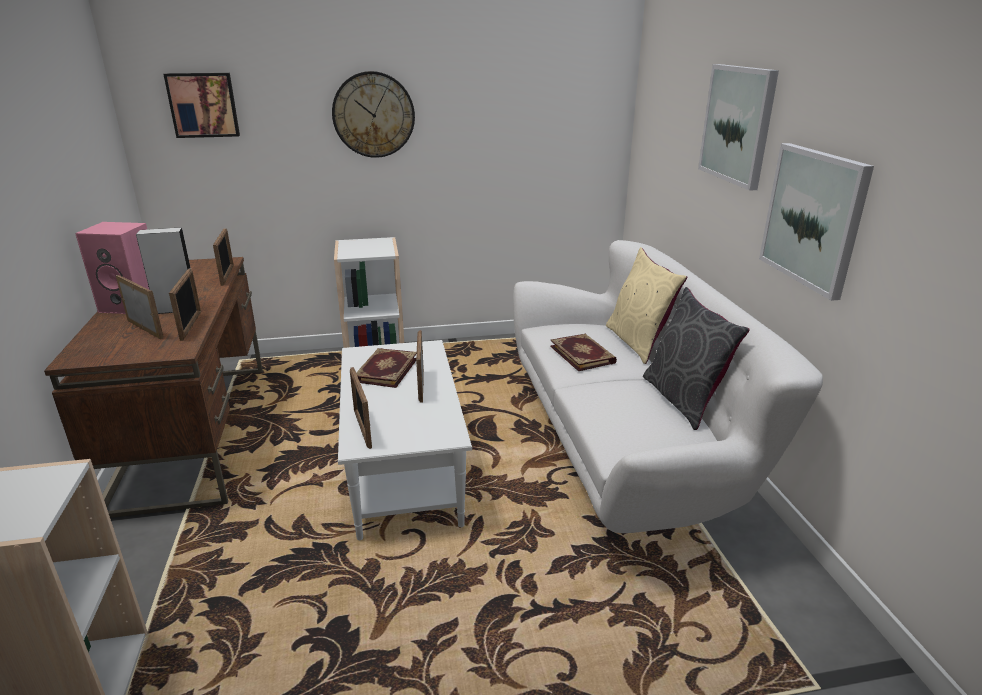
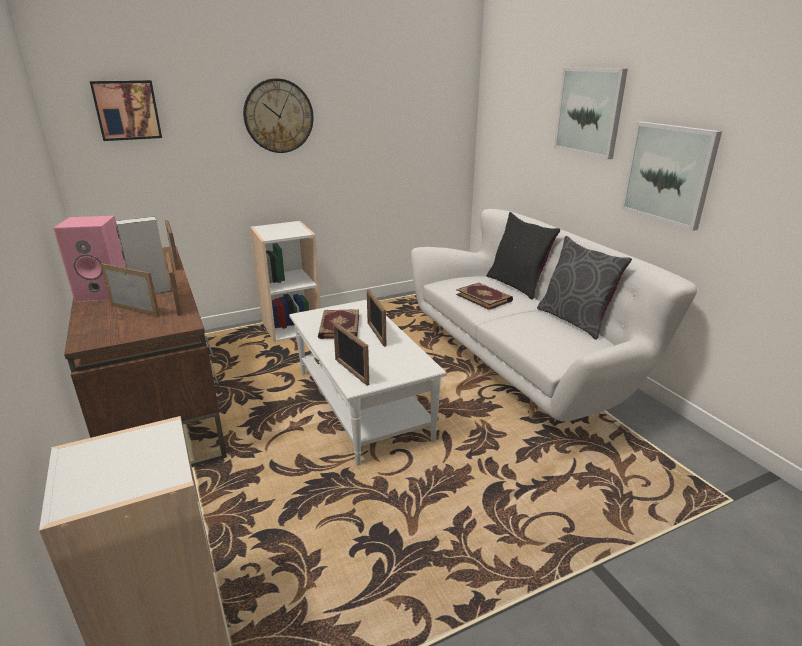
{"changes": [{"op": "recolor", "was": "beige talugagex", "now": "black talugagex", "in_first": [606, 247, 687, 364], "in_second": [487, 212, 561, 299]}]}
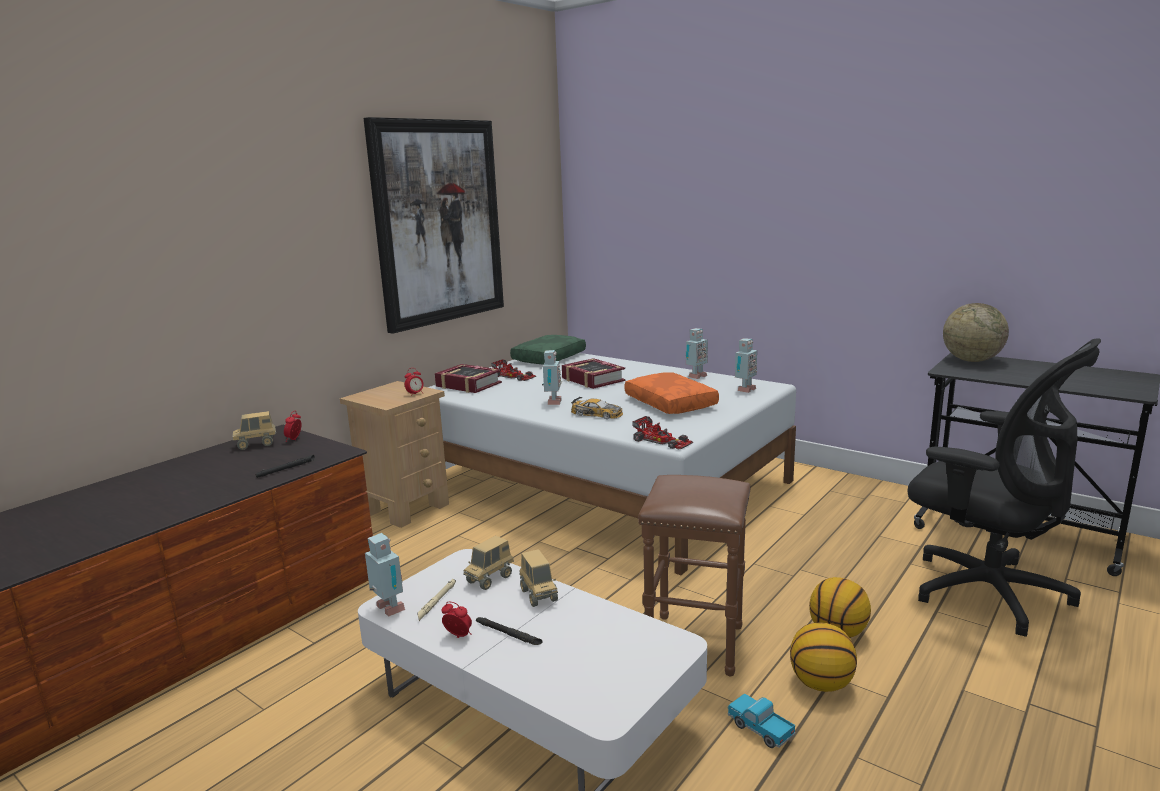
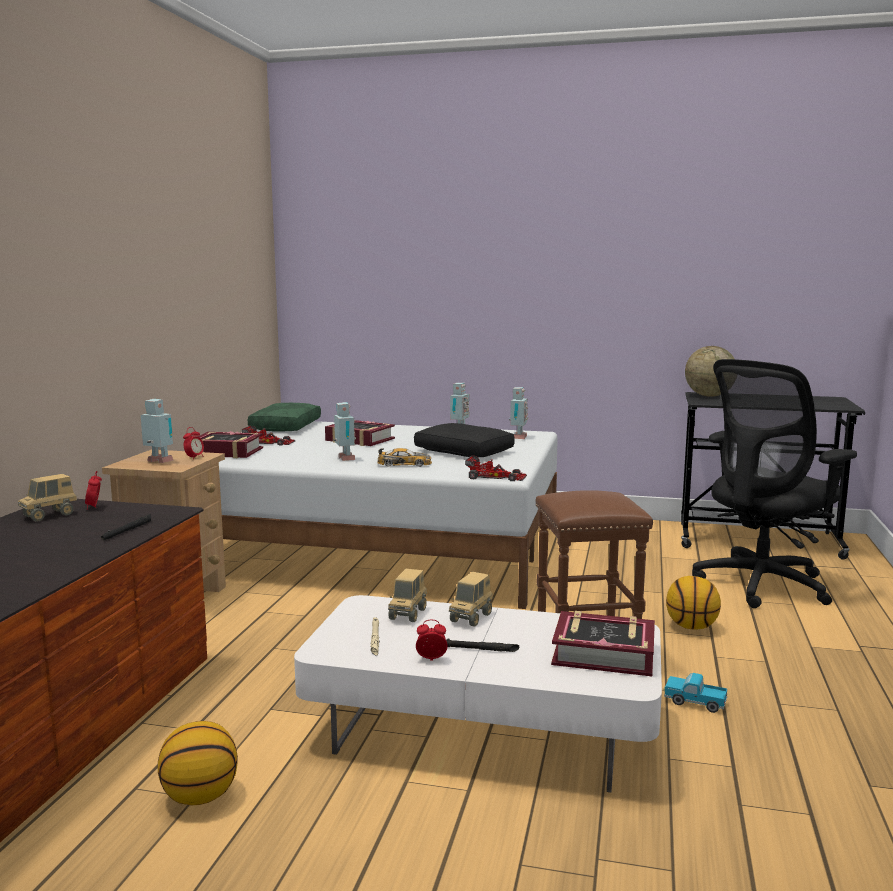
{"changes": [{"op": "move", "was": "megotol", "in_first": [365, 533, 405, 616], "in_second": [141, 399, 173, 463]}, {"op": "move", "was": "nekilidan", "in_first": [790, 623, 857, 692], "in_second": [158, 721, 238, 805]}, {"op": "recolor", "was": "orange talugagex", "now": "black talugagex", "in_first": [624, 373, 719, 414], "in_second": [414, 423, 515, 457]}, {"op": "rotate", "was": "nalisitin", "in_first": [519, 549, 558, 607], "in_second": [449, 572, 493, 627], "clockwise": 75}, {"op": "insert", "now": "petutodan", "in_second": [551, 611, 655, 676]}, {"op": "rotate", "was": "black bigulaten", "in_first": [908, 338, 1101, 637], "in_second": [692, 359, 857, 608], "clockwise": 120}, {"op": "delete", "was": "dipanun", "in_first": [364, 117, 504, 334]}]}
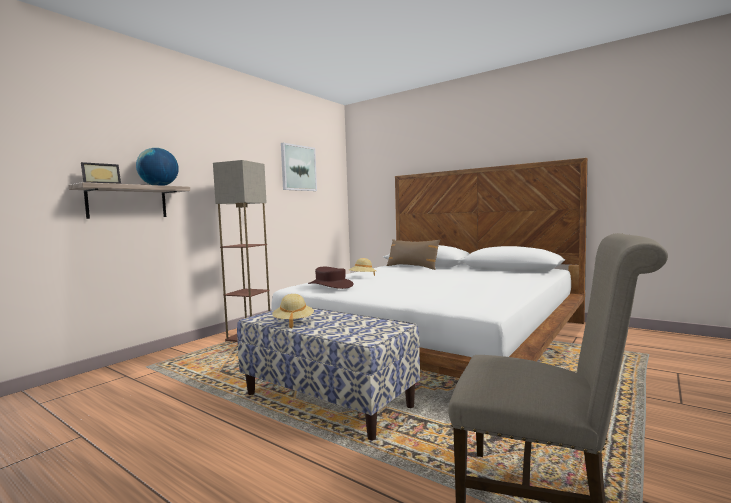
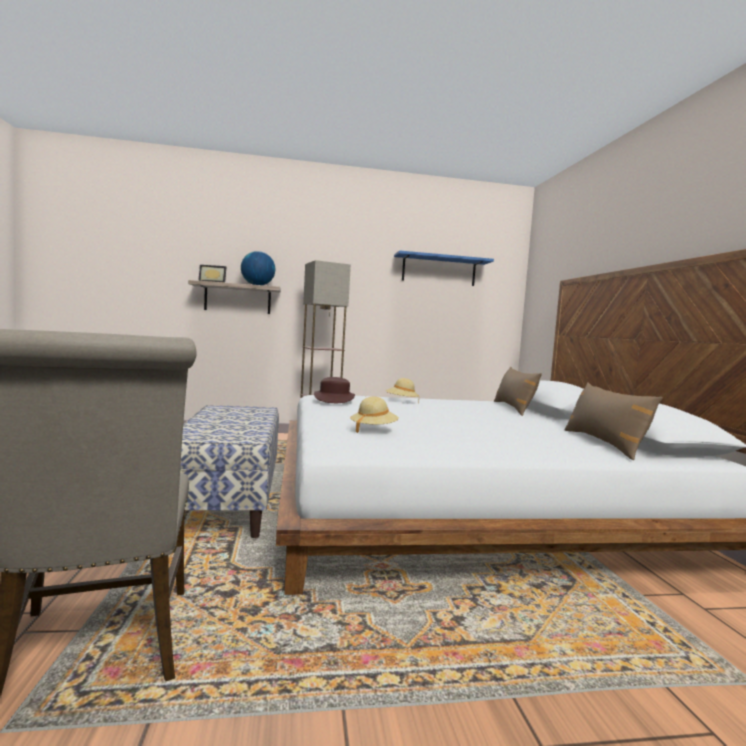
{"changes": [{"op": "move", "was": "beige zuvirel", "in_first": [272, 294, 314, 328], "in_second": [350, 397, 399, 433]}, {"op": "replace", "was": "dipanun", "now": "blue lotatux", "in_first": [281, 143, 317, 191], "in_second": [394, 250, 494, 286]}, {"op": "insert", "now": "brown talugagex", "in_second": [564, 382, 663, 460]}]}
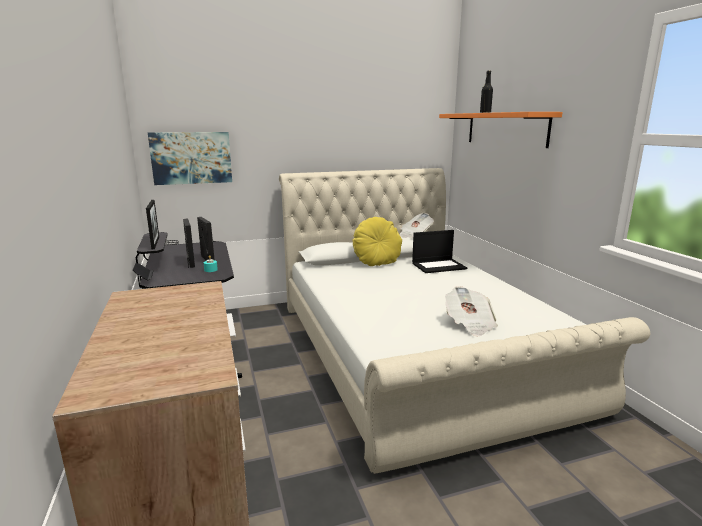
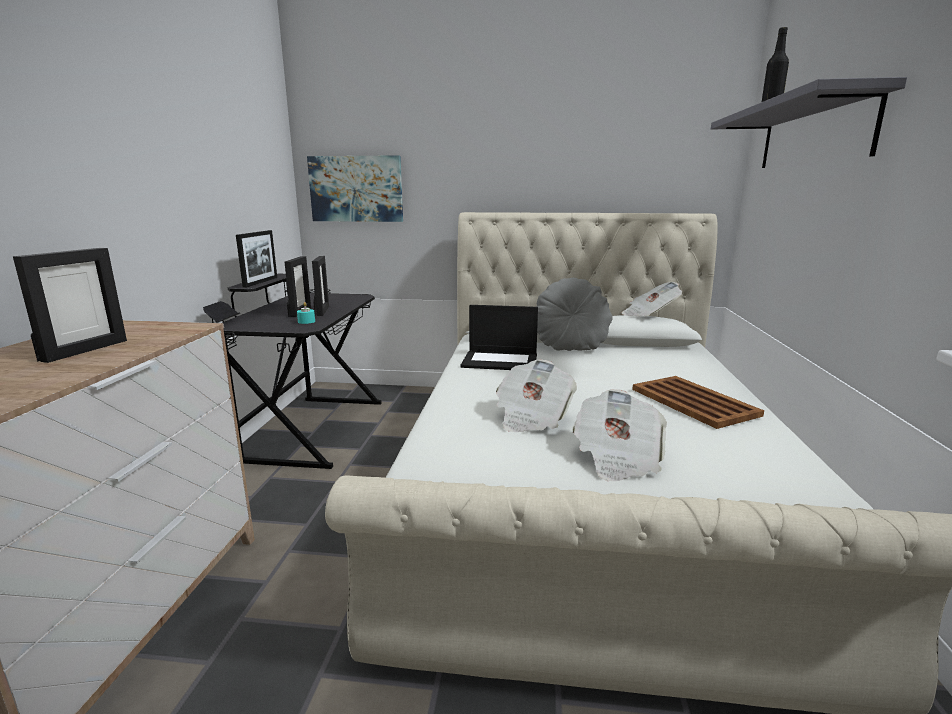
{"changes": [{"op": "insert", "now": "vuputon", "in_second": [13, 248, 127, 363]}, {"op": "move", "was": "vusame", "in_first": [412, 230, 467, 273], "in_second": [461, 305, 538, 370]}, {"op": "insert", "now": "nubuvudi", "in_second": [496, 359, 577, 432]}, {"op": "recolor", "was": "yellow talugagex", "now": "grey talugagex", "in_first": [353, 217, 402, 266], "in_second": [536, 278, 613, 351]}, {"op": "insert", "now": "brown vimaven", "in_second": [632, 376, 764, 429]}, {"op": "recolor", "was": "orange lotatux", "now": "grey lotatux", "in_first": [439, 112, 563, 148], "in_second": [711, 77, 907, 168]}]}
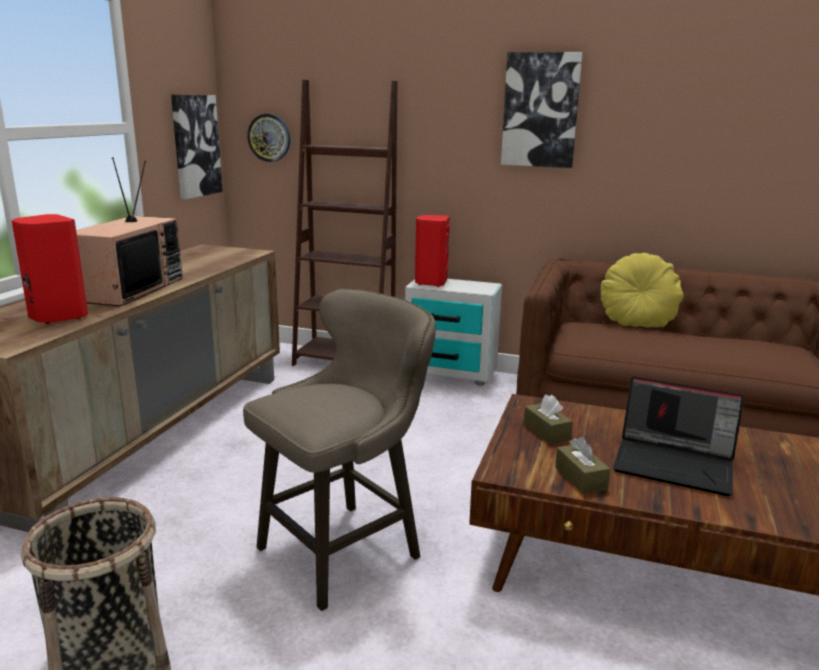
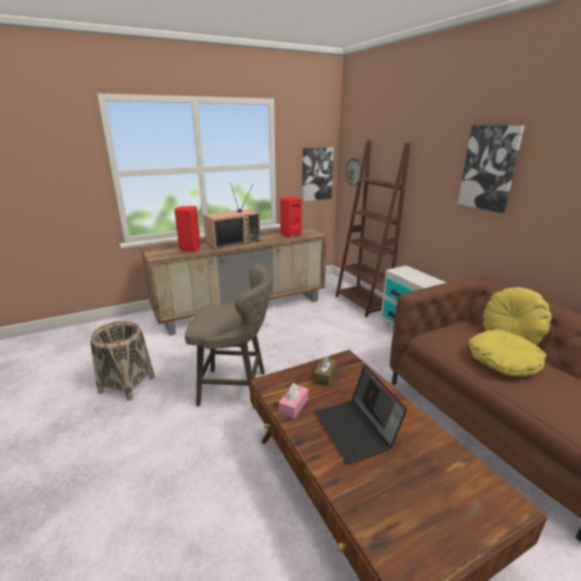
{"changes": [{"op": "recolor", "was": "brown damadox", "now": "pink damadox", "in_first": [555, 437, 610, 494], "in_second": [279, 383, 308, 419]}, {"op": "move", "was": "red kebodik", "in_first": [415, 215, 450, 287], "in_second": [280, 197, 302, 237]}, {"op": "insert", "now": "yellow talugagex", "in_second": [469, 329, 547, 377]}]}
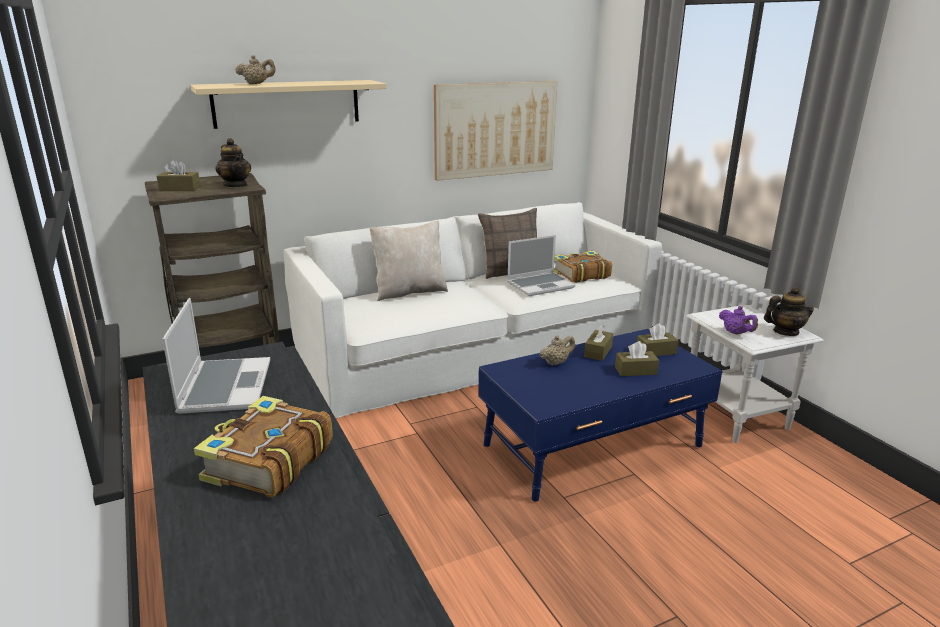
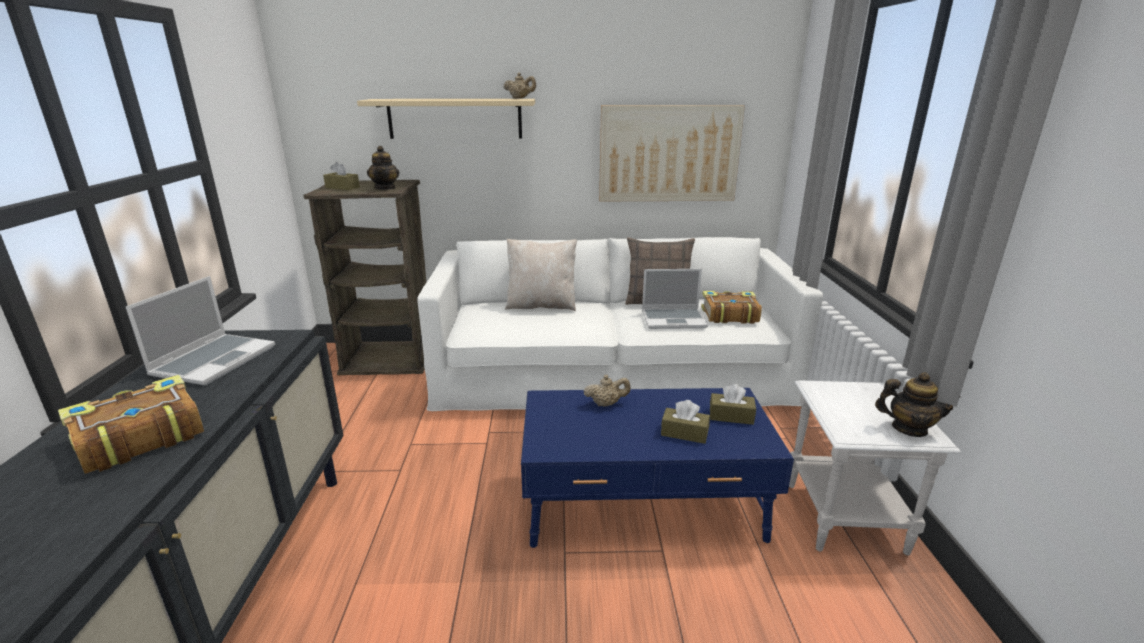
{"changes": [{"op": "move", "was": "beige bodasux", "in_first": [235, 55, 276, 84], "in_second": [503, 73, 536, 99]}, {"op": "delete", "was": "brown damadox", "in_first": [584, 324, 613, 361]}, {"op": "delete", "was": "purple bodasux", "in_first": [719, 306, 758, 334]}]}
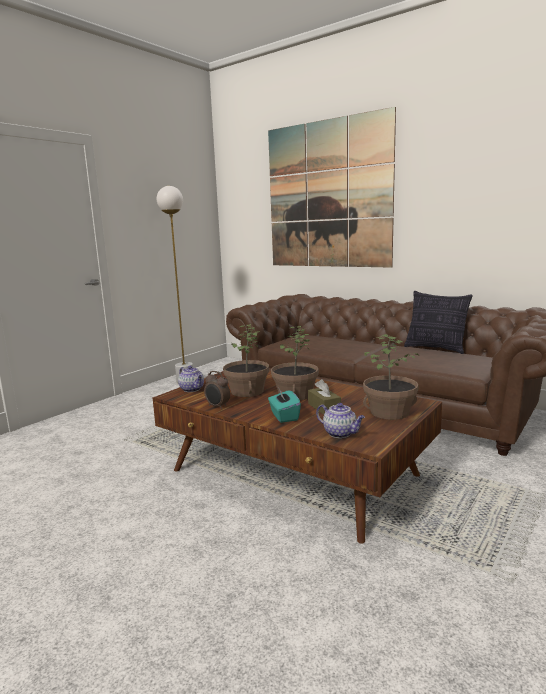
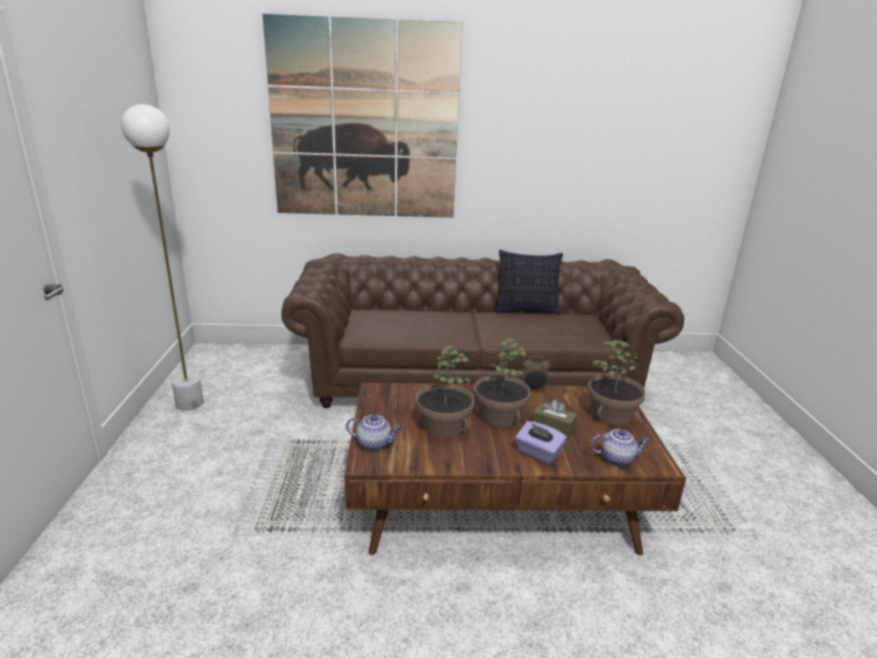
{"changes": [{"op": "recolor", "was": "turquoise damadox", "now": "purple damadox", "in_first": [268, 389, 301, 423], "in_second": [515, 421, 567, 464]}, {"op": "move", "was": "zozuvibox", "in_first": [204, 371, 230, 409], "in_second": [520, 356, 550, 392]}]}
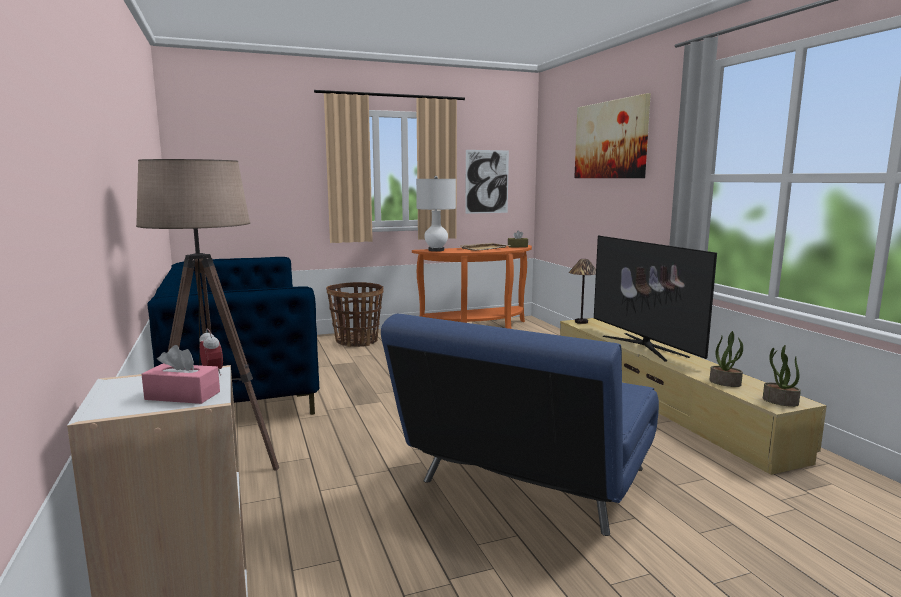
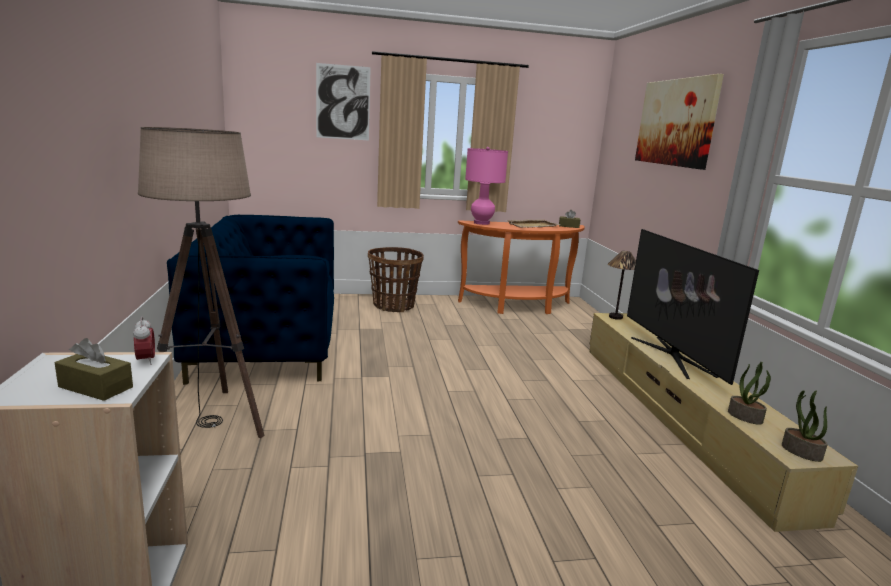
{"changes": [{"op": "recolor", "was": "pink damadox", "now": "brown damadox", "in_first": [141, 345, 220, 404], "in_second": [55, 338, 133, 401]}, {"op": "move", "was": "dipanun", "in_first": [465, 150, 509, 214], "in_second": [316, 63, 371, 140]}, {"op": "recolor", "was": "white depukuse", "now": "pink depukuse", "in_first": [416, 176, 456, 251], "in_second": [465, 147, 508, 225]}, {"op": "delete", "was": "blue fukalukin", "in_first": [381, 314, 659, 536]}]}
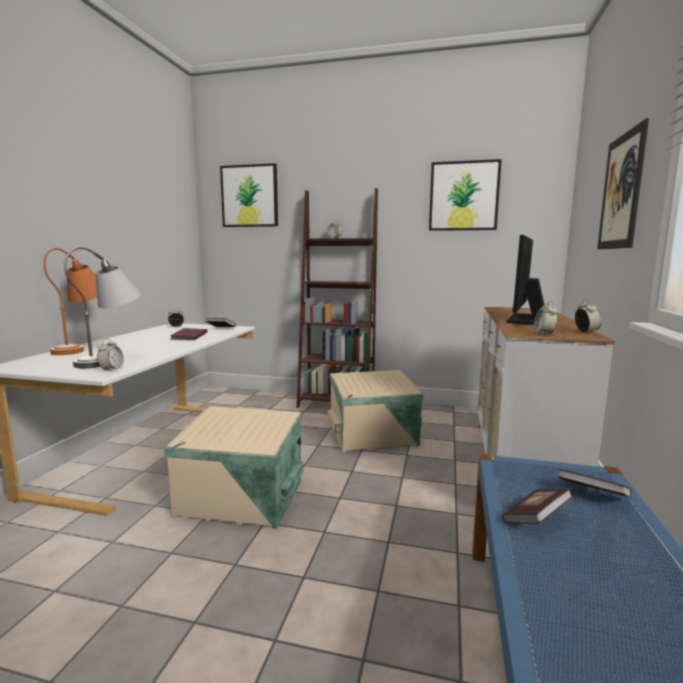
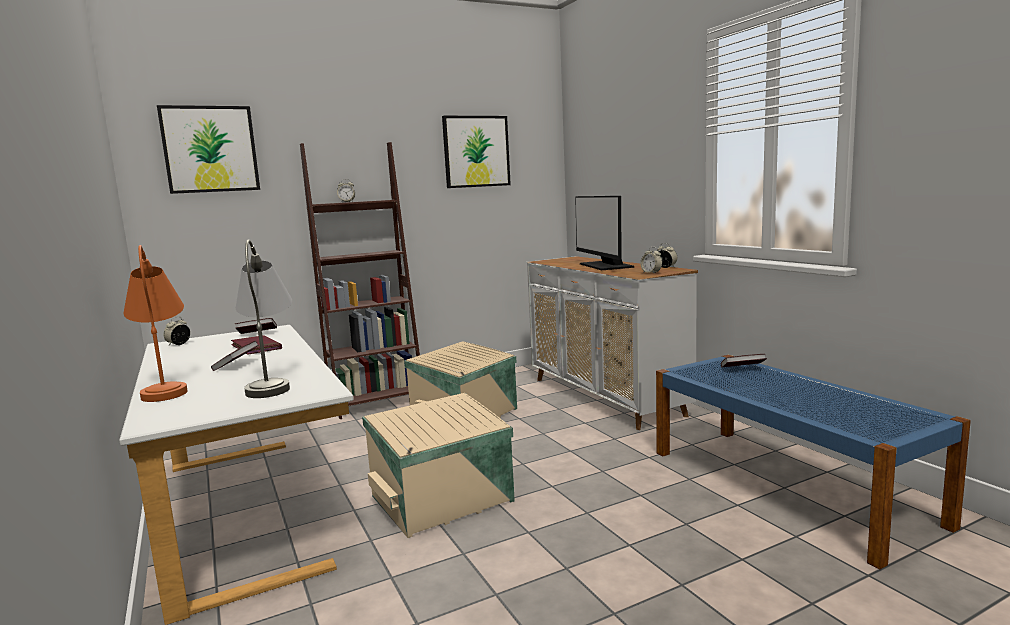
{"changes": [{"op": "move", "was": "petutodan", "in_first": [502, 488, 573, 524], "in_second": [211, 341, 259, 371]}, {"op": "delete", "was": "zozuvibox", "in_first": [97, 338, 124, 372]}, {"op": "delete", "was": "dipanun", "in_first": [597, 118, 649, 249]}]}
